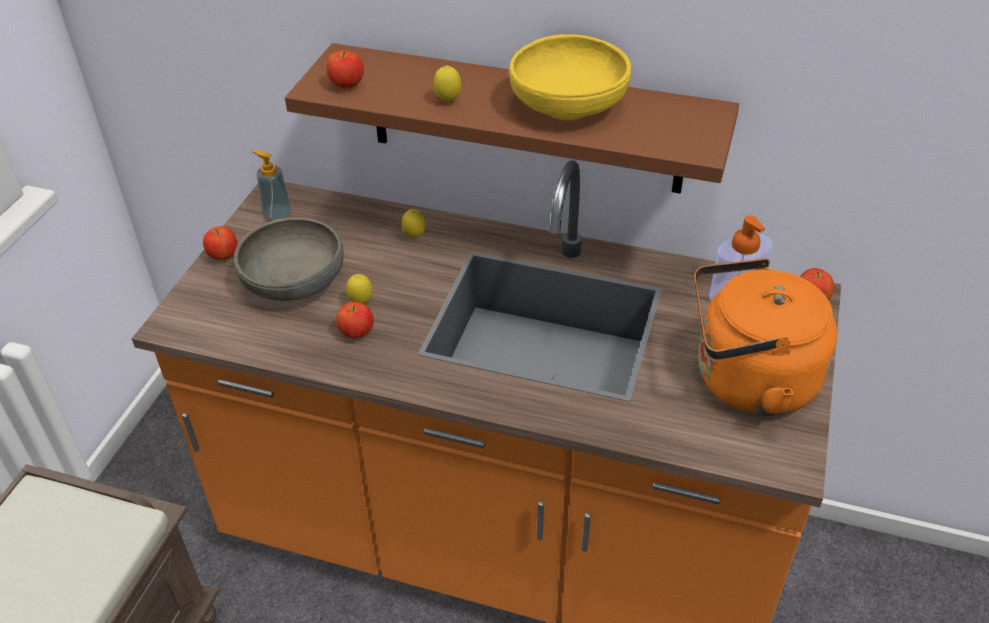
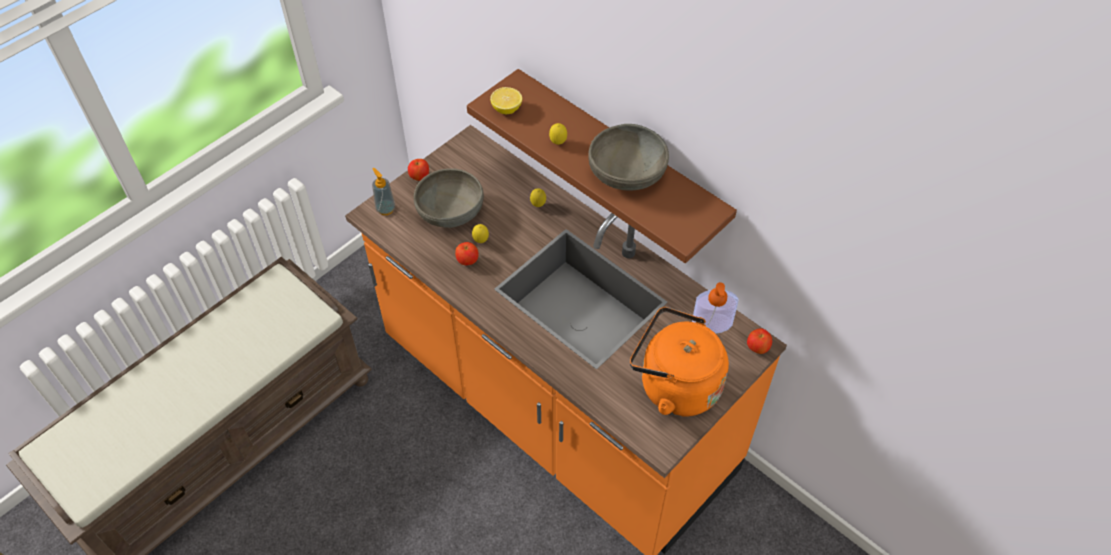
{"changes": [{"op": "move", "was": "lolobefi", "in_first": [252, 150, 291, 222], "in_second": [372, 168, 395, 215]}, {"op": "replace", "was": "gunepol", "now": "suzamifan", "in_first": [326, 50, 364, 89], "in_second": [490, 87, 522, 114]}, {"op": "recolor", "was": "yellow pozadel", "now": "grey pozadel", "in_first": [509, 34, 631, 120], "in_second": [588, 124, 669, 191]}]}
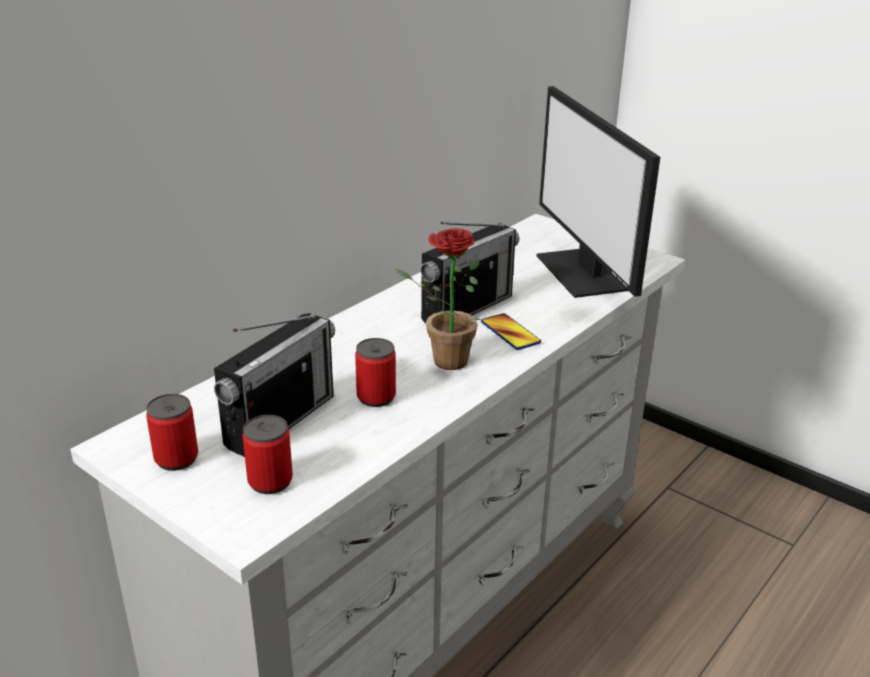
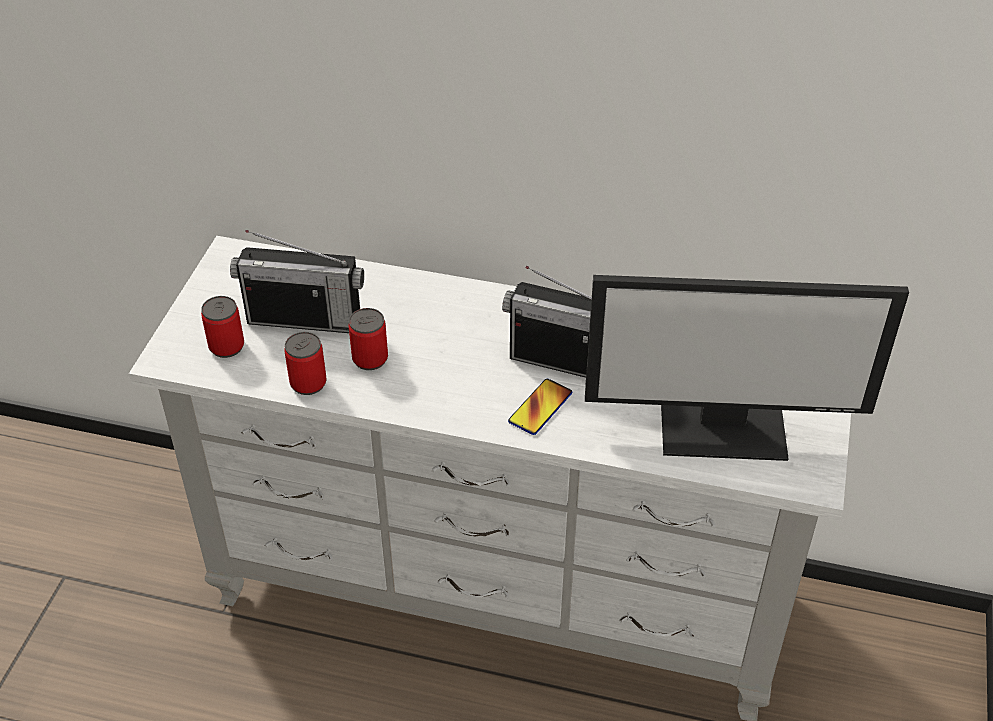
{"changes": [{"op": "move", "was": "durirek", "in_first": [146, 394, 198, 471], "in_second": [284, 332, 327, 395]}, {"op": "rotate", "was": "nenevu", "in_first": [536, 86, 660, 298], "in_second": [585, 275, 909, 461], "clockwise": -135}, {"op": "delete", "was": "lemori", "in_first": [395, 228, 481, 370]}]}
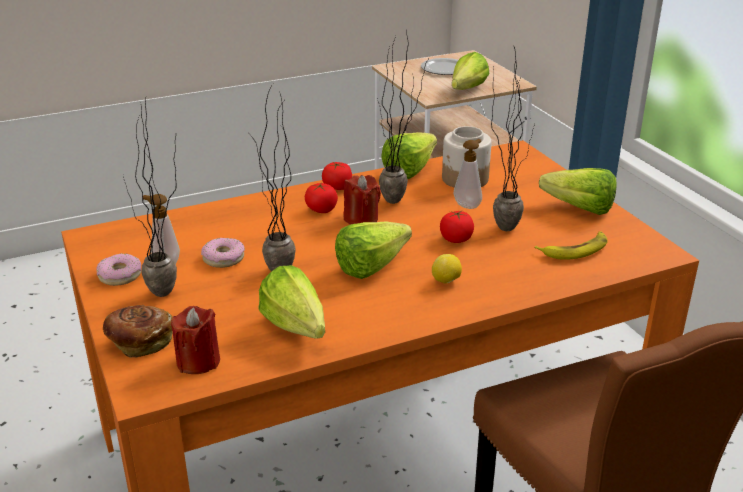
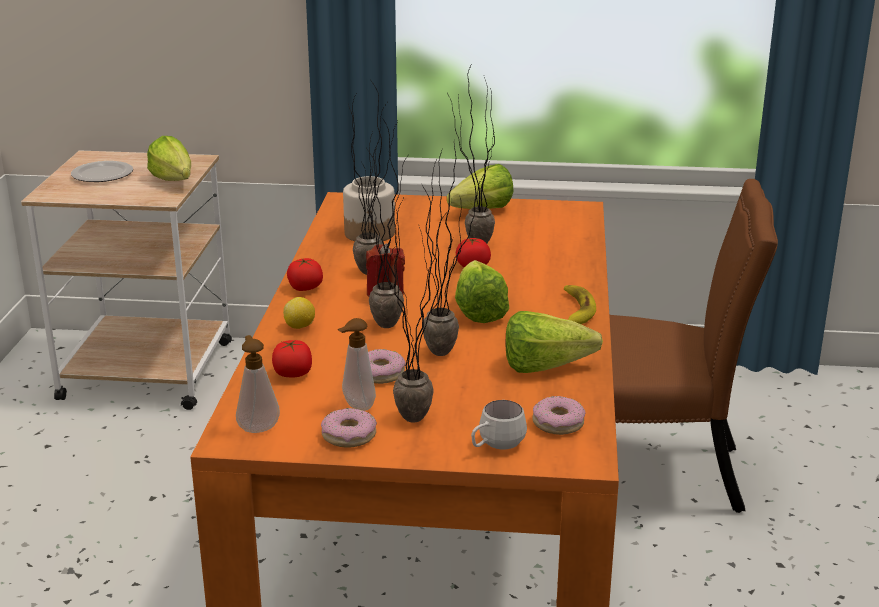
{"changes": [{"op": "move", "was": "lolobefi", "in_first": [454, 139, 482, 209], "in_second": [236, 335, 280, 433]}, {"op": "move", "was": "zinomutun", "in_first": [305, 183, 338, 213], "in_second": [272, 340, 312, 377]}, {"op": "move", "was": "suzamifan", "in_first": [432, 254, 462, 284], "in_second": [283, 297, 315, 329]}, {"op": "insert", "now": "lemori", "in_second": [366, 117, 410, 328]}, {"op": "replace", "was": "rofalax", "now": "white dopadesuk", "in_first": [103, 305, 173, 358], "in_second": [471, 400, 527, 450]}, {"op": "replace", "was": "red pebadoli", "now": "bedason", "in_first": [171, 306, 220, 374], "in_second": [532, 396, 586, 435]}, {"op": "move", "was": "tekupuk", "in_first": [535, 231, 608, 260], "in_second": [564, 285, 596, 324]}, {"op": "delete", "was": "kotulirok", "in_first": [381, 132, 437, 179]}]}
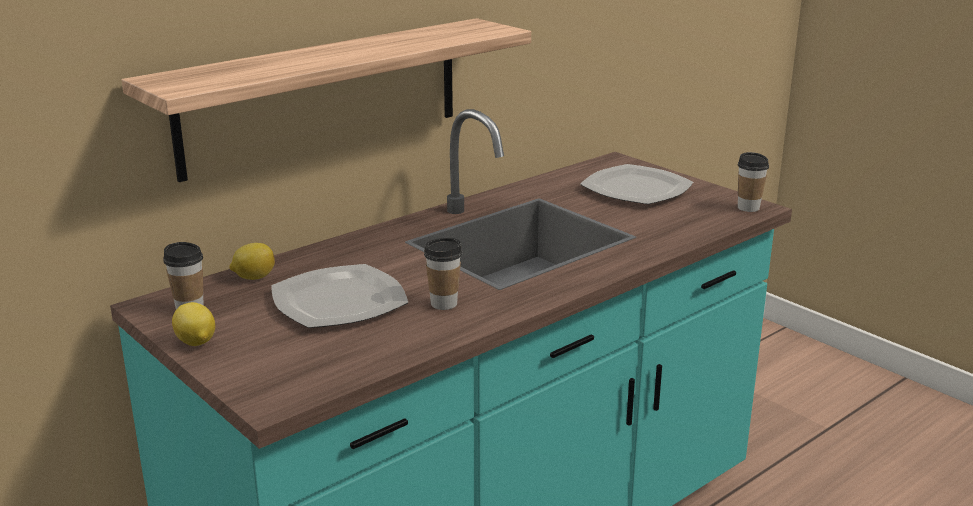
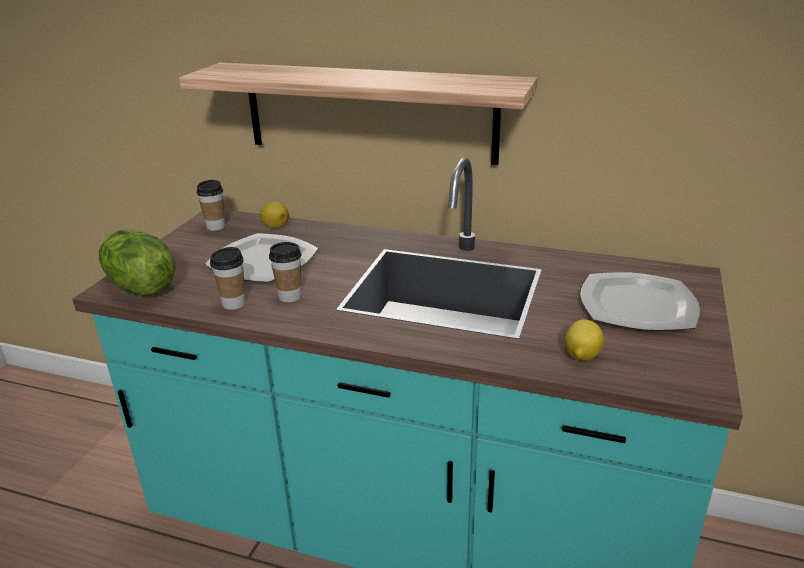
{"changes": [{"op": "insert", "now": "kotulirok", "in_second": [99, 230, 176, 296]}, {"op": "move", "was": "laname", "in_first": [738, 152, 769, 212], "in_second": [210, 247, 245, 310]}, {"op": "move", "was": "suzamifan", "in_first": [172, 302, 215, 346], "in_second": [565, 319, 604, 361]}]}
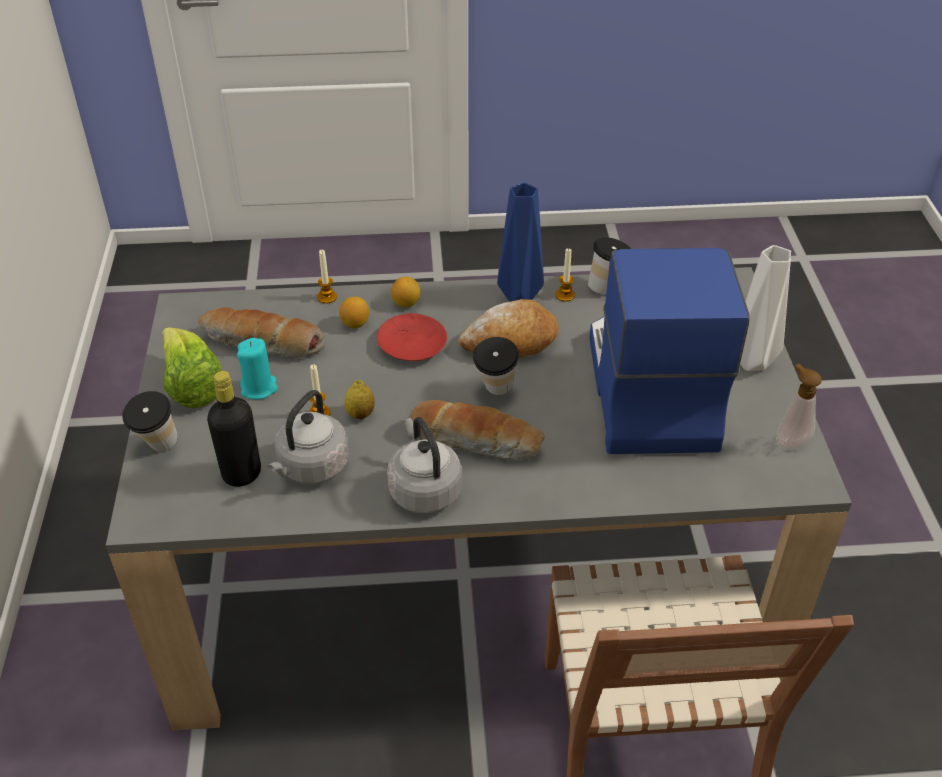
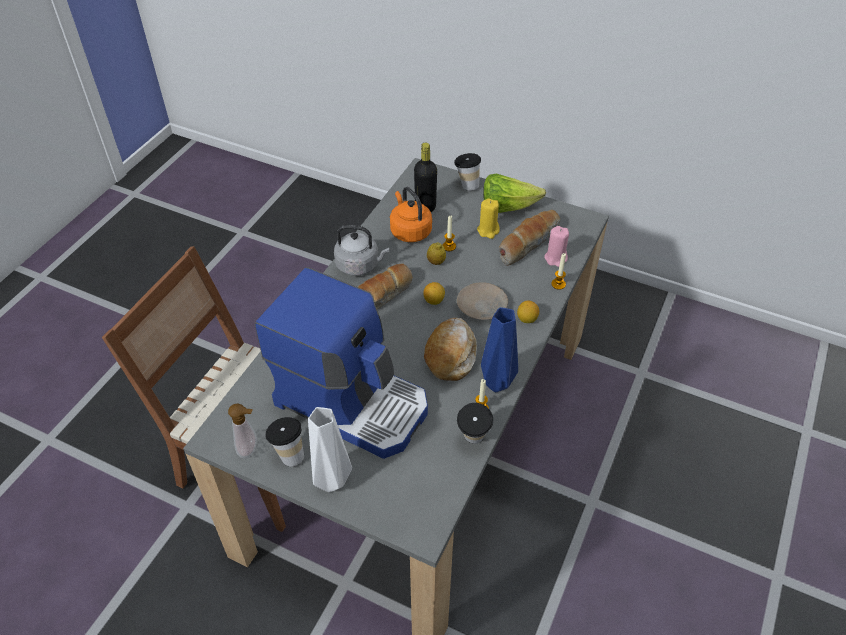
{"changes": [{"op": "move", "was": "laname", "in_first": [473, 337, 519, 395], "in_second": [265, 417, 304, 467]}, {"op": "recolor", "was": "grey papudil", "now": "orange papudil", "in_first": [268, 390, 349, 484], "in_second": [390, 187, 432, 242]}, {"op": "move", "was": "suzamifan", "in_first": [339, 297, 369, 329], "in_second": [423, 282, 445, 305]}, {"op": "recolor", "was": "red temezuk", "now": "beige temezuk", "in_first": [377, 313, 447, 361], "in_second": [457, 282, 508, 320]}, {"op": "recolor", "was": "turquoise pebadoli", "now": "yellow pebadoli", "in_first": [237, 338, 278, 400], "in_second": [477, 198, 500, 239]}, {"op": "insert", "now": "pink pebadoli", "in_second": [544, 226, 569, 267]}]}
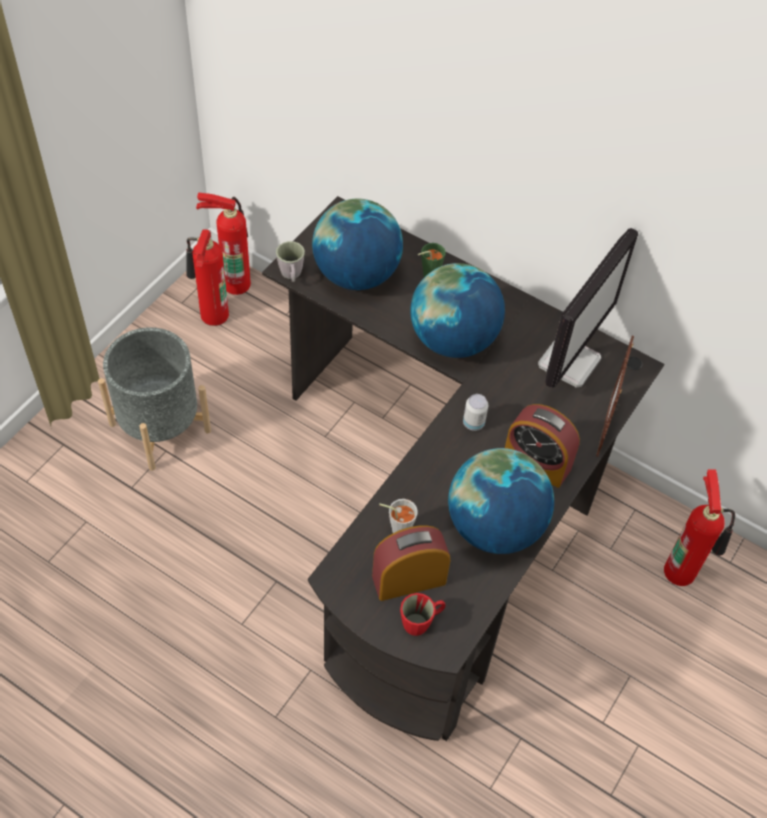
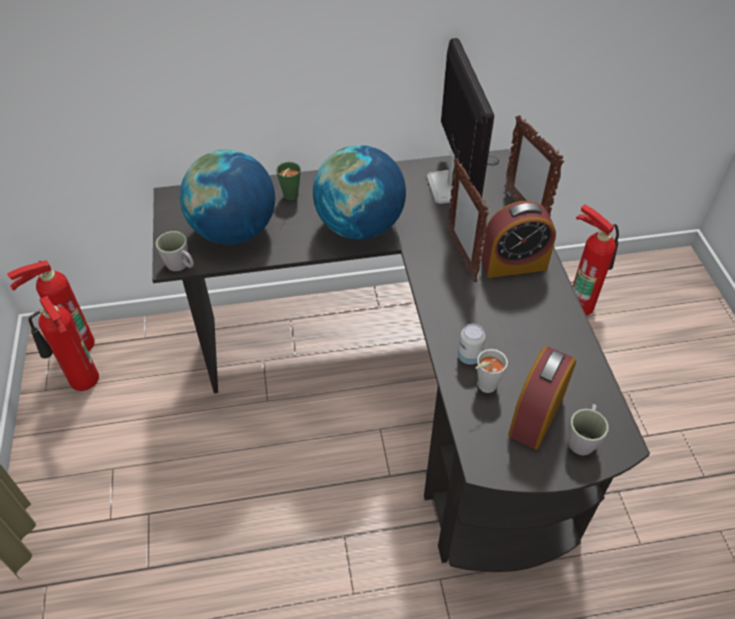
{"changes": [{"op": "insert", "now": "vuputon", "in_second": [447, 158, 489, 282]}, {"op": "move", "was": "durirek", "in_first": [463, 394, 488, 431], "in_second": [458, 323, 485, 364]}, {"op": "recolor", "was": "red dopadesuk", "now": "grey dopadesuk", "in_first": [400, 593, 445, 636], "in_second": [568, 404, 609, 456]}, {"op": "delete", "was": "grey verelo", "in_first": [98, 327, 211, 471]}, {"op": "delete", "was": "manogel", "in_first": [448, 448, 554, 554]}]}
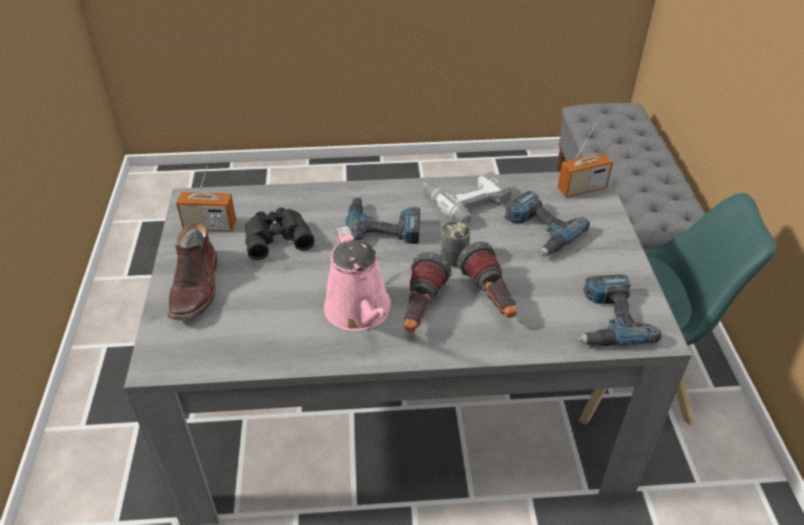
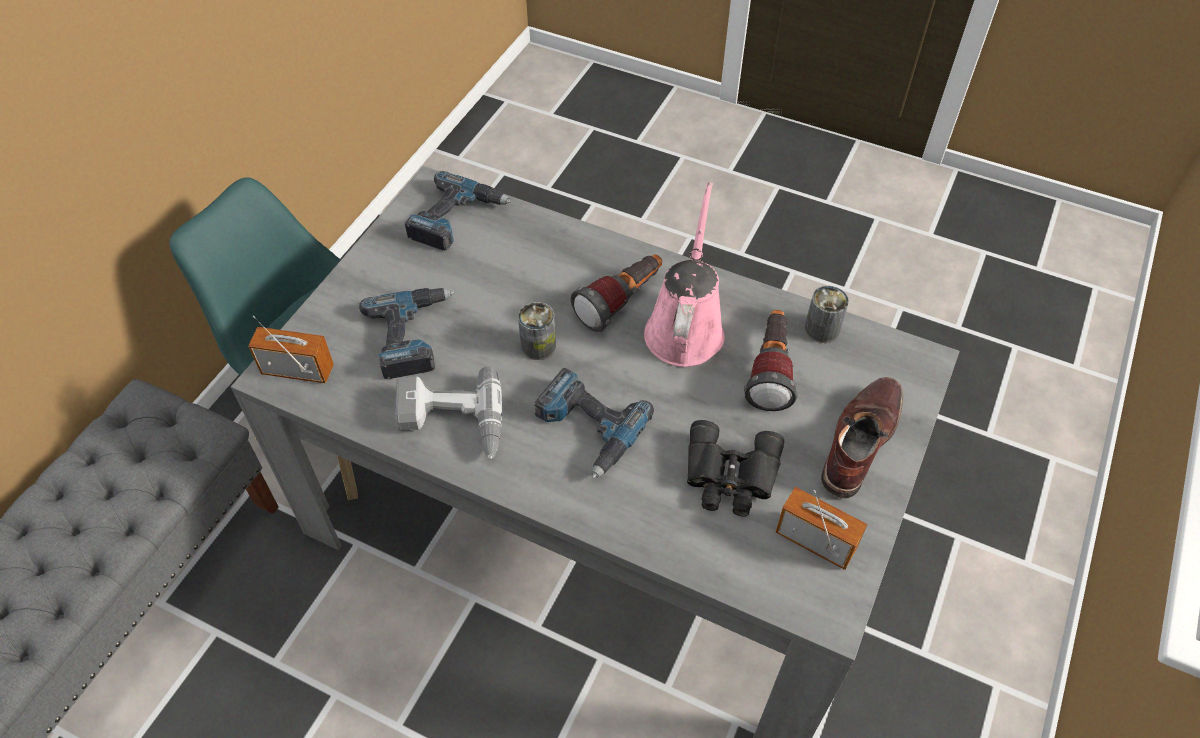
{"changes": [{"op": "move", "was": "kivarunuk", "in_first": [457, 242, 517, 318], "in_second": [744, 310, 798, 411]}, {"op": "insert", "now": "durirek", "in_second": [804, 286, 849, 343]}]}
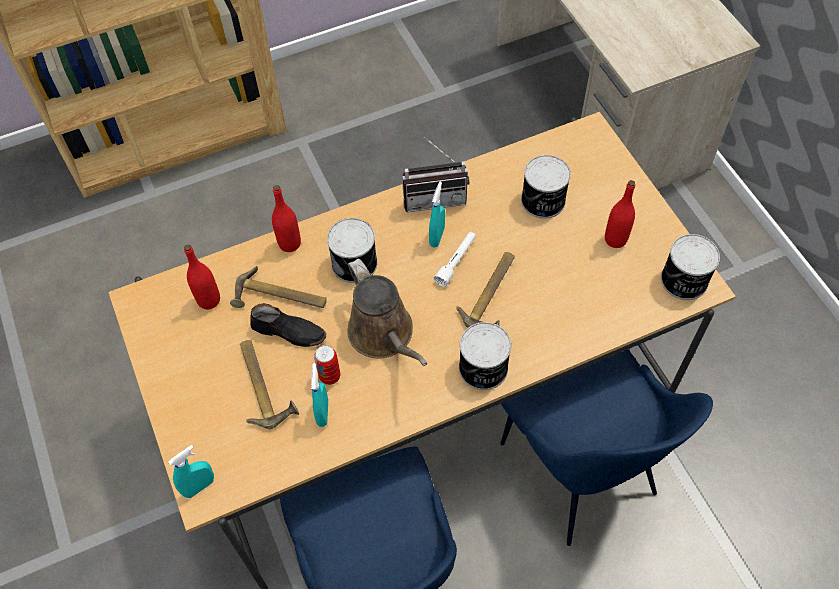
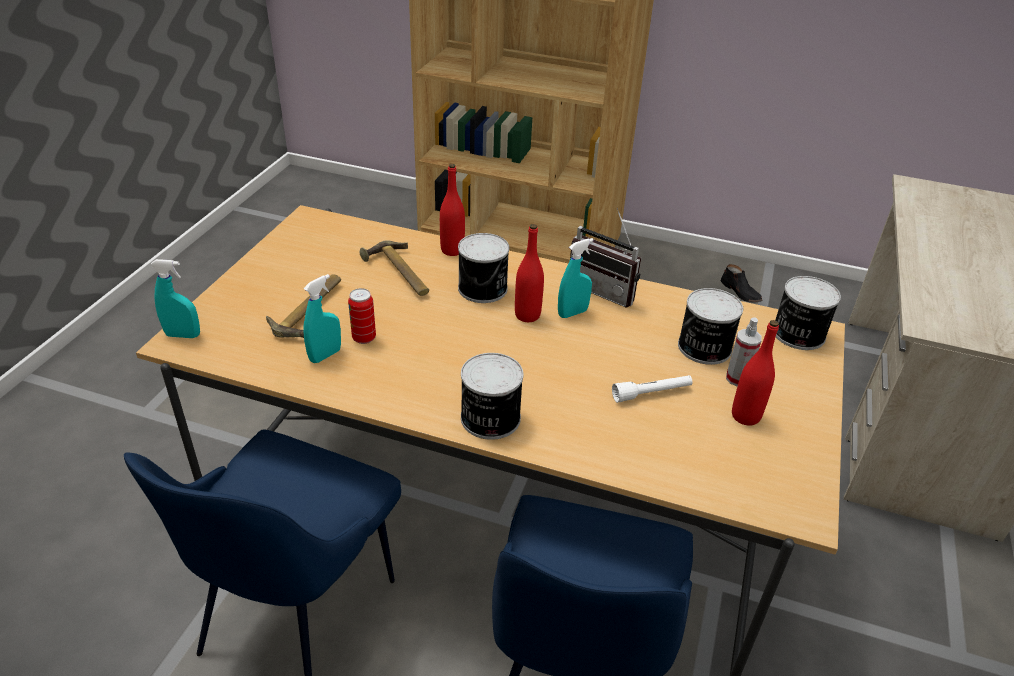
{"changes": [{"op": "move", "was": "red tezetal", "in_first": [184, 245, 220, 309], "in_second": [515, 224, 544, 322]}, {"op": "move", "was": "white kivarunuk", "in_first": [433, 232, 476, 287], "in_second": [612, 375, 692, 403]}, {"op": "move", "was": "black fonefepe", "in_first": [250, 303, 326, 347], "in_second": [721, 264, 763, 303]}, {"op": "insert", "now": "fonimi", "in_second": [726, 317, 762, 387]}, {"op": "move", "was": "durirek", "in_first": [661, 234, 720, 300], "in_second": [776, 276, 841, 350]}, {"op": "delete", "was": "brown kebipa", "in_first": [347, 259, 427, 366]}, {"op": "delete", "was": "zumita", "in_first": [456, 252, 515, 328]}]}
